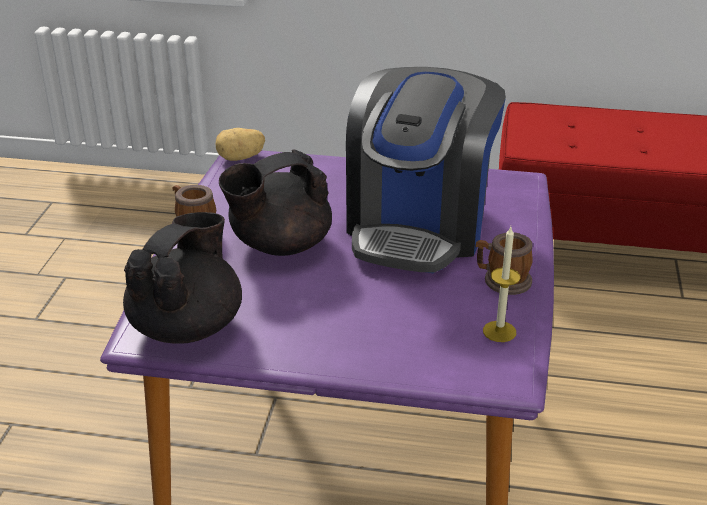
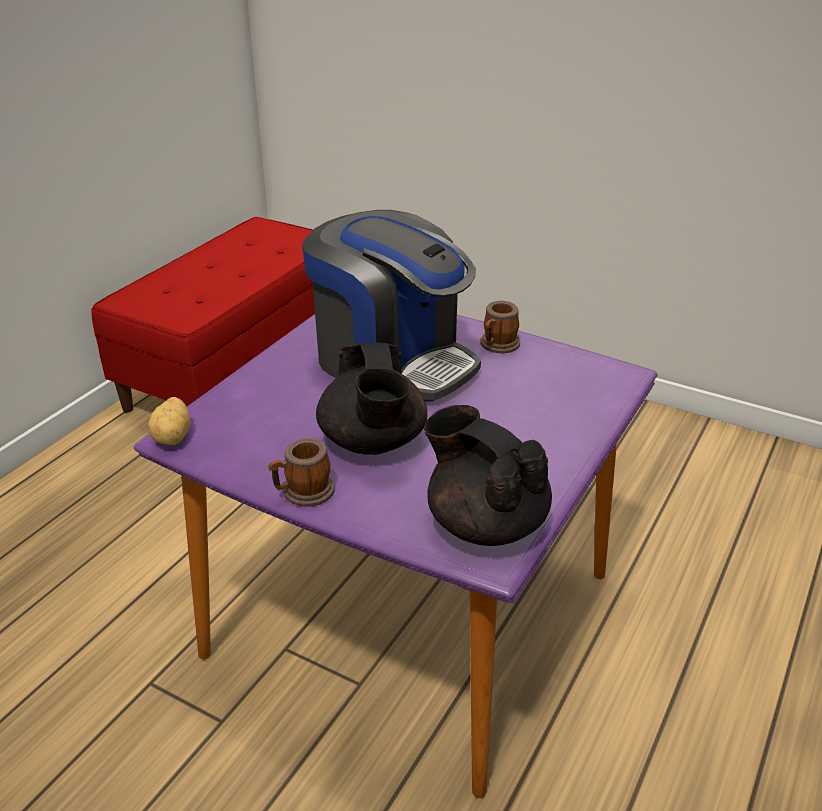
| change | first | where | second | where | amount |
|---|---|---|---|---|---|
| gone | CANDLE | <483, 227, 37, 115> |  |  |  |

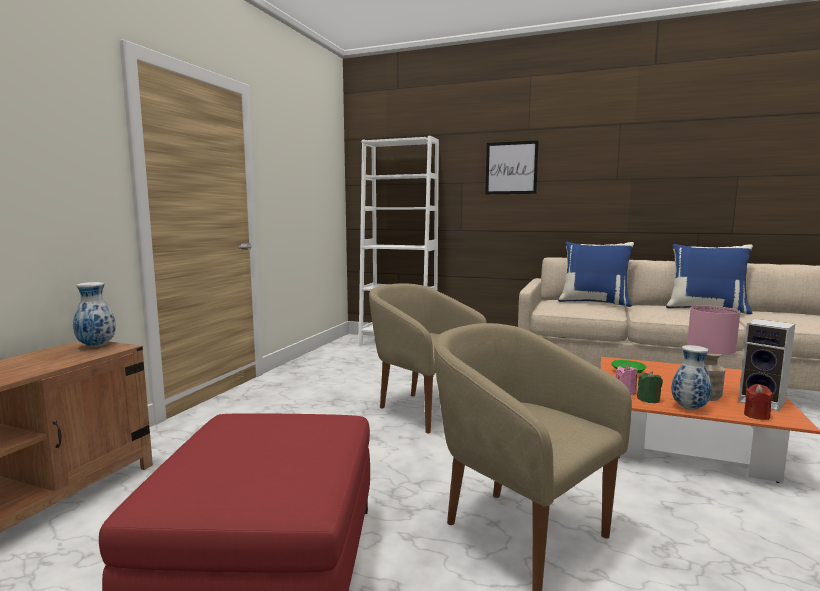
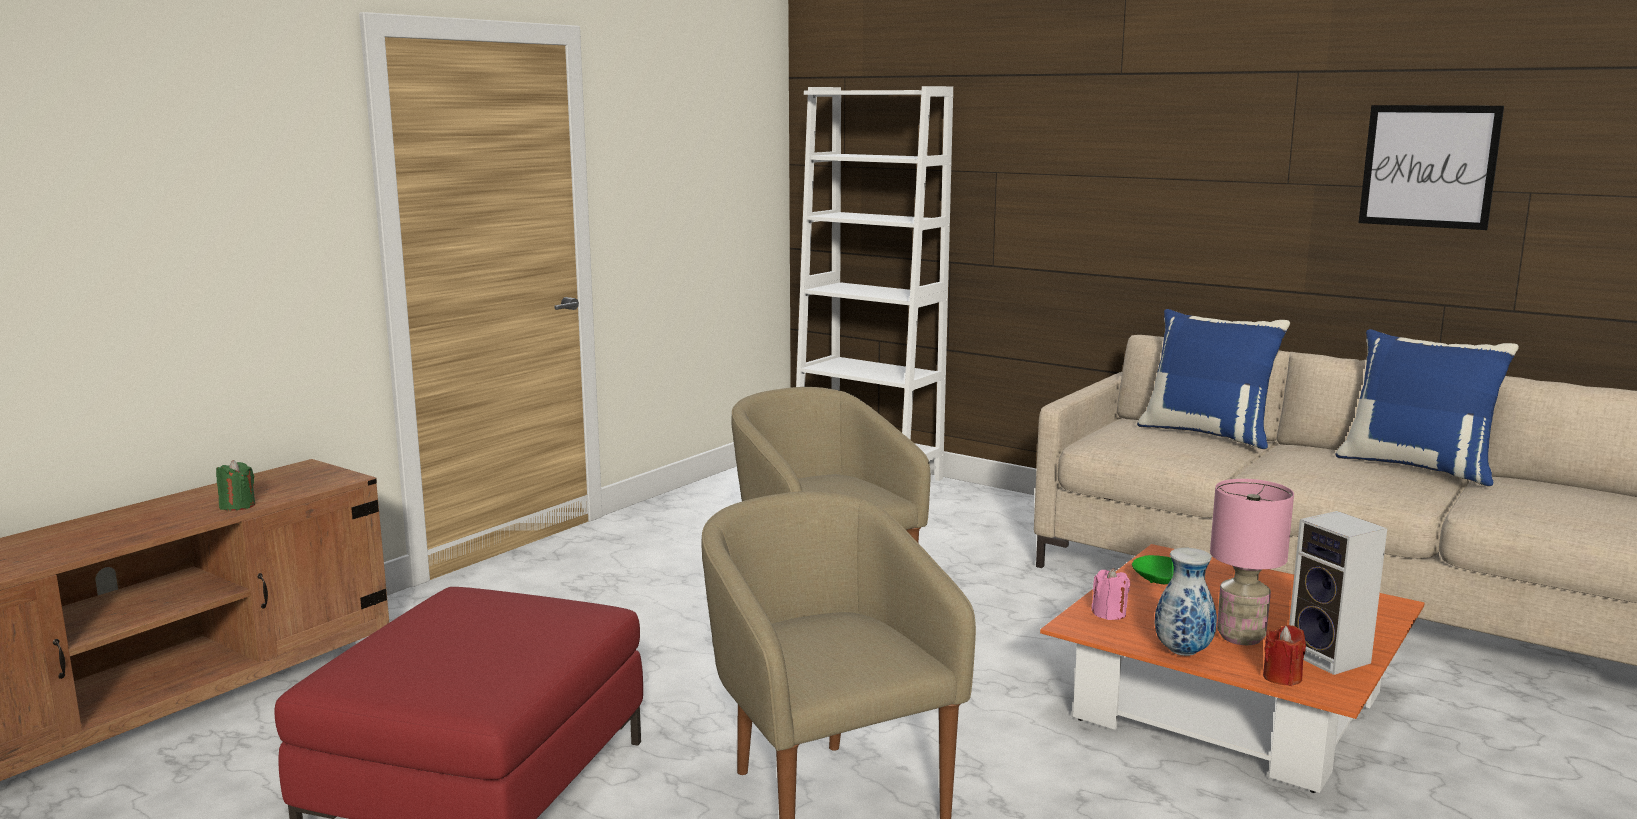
| change | first | where | second | where | amount |
|---|---|---|---|---|---|
| gone | VASE | <73, 282, 43, 65> |  |  |  |
| shifted | WALL ART | <485, 140, 54, 54> |  | <1359, 105, 145, 125> |  |
| shifted | GREENISH CANDLE | <637, 371, 26, 32> |  | <216, 460, 39, 51> |  |

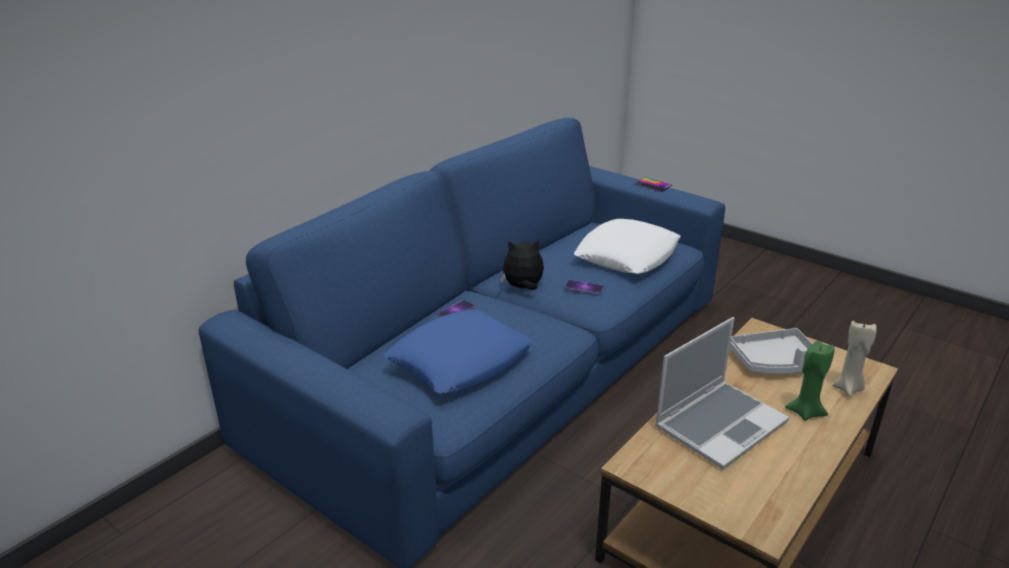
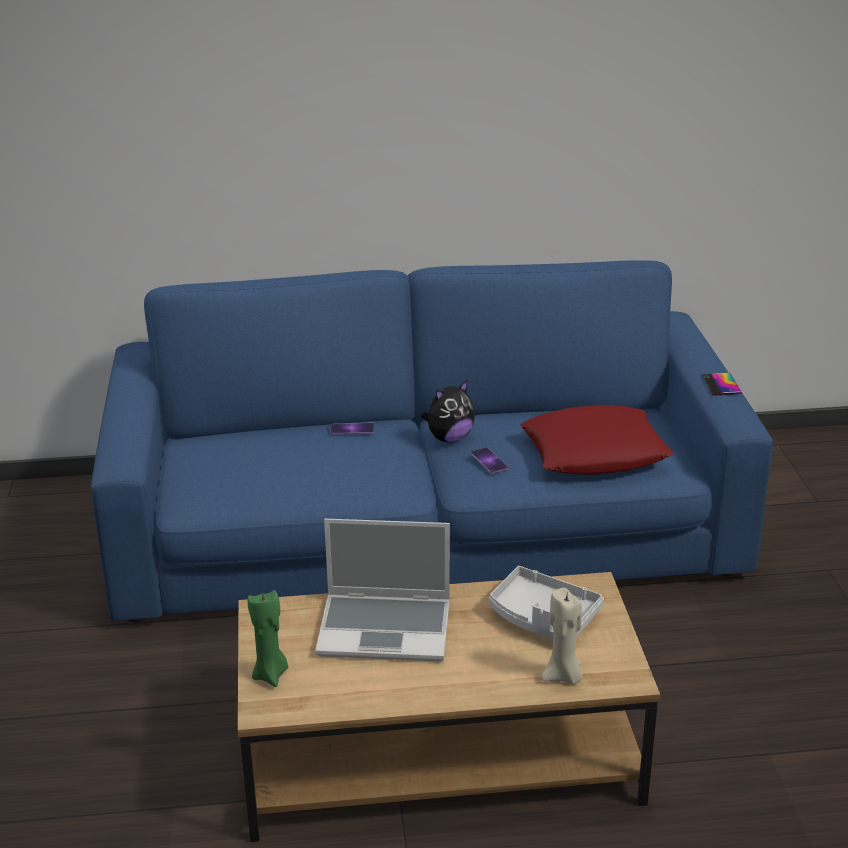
| change | first | where | second | where | amount |
|---|---|---|---|---|---|
| gone | BLUISH PILLOW | <384, 309, 149, 85> |  |  |  |
| shifted | GREENISH CANDLE | <785, 341, 50, 80> |  | <248, 590, 40, 97> |  |
| repainted | WHITE PILLOW | <574, 219, 106, 55> | RED PILLOW | <520, 405, 153, 70> |  |
| rotated | CUDDLY TOY | <501, 239, 43, 51> |  | <422, 380, 53, 63> | 105 degrees clockwise |

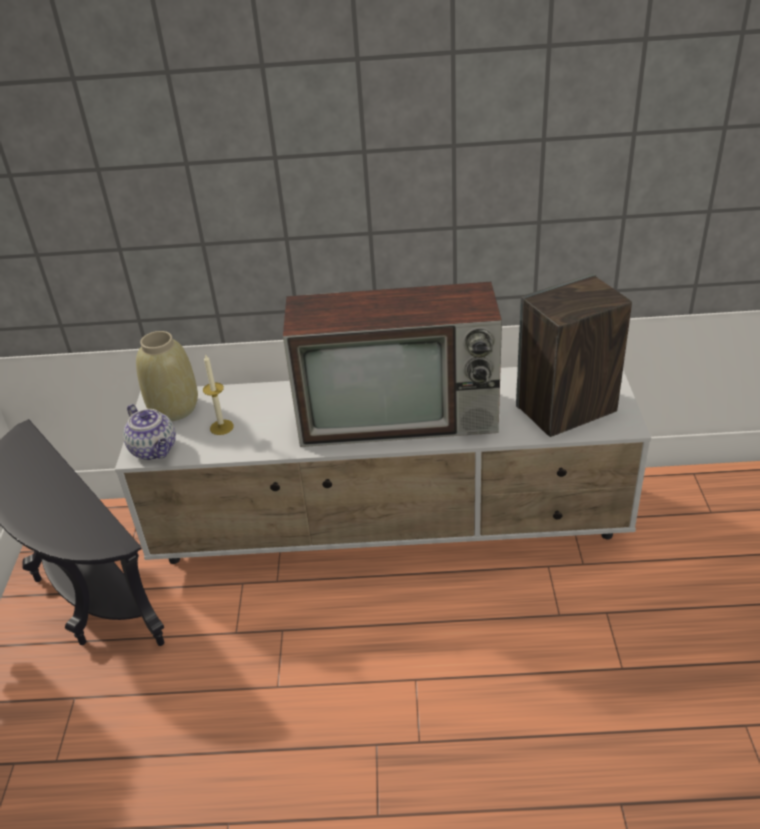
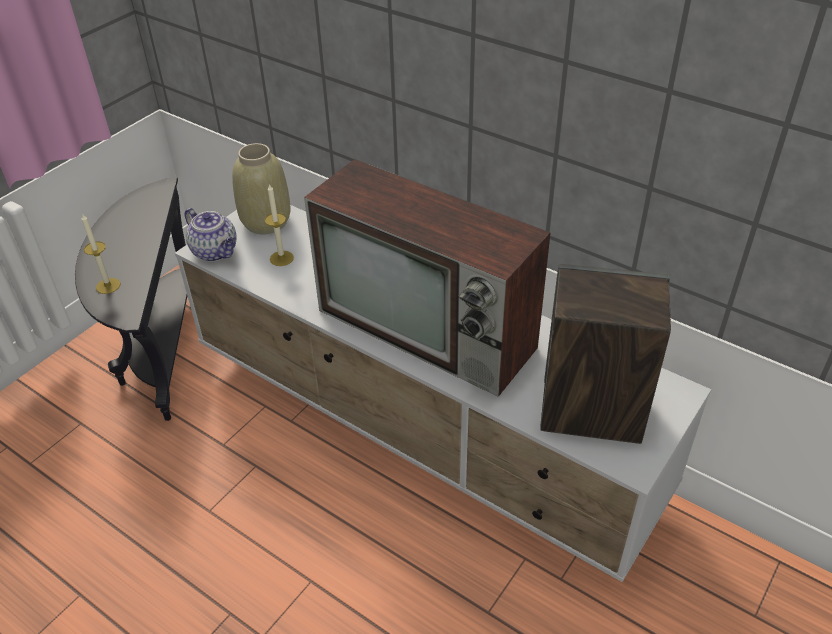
| change | first | where | second | where | amount |
|---|---|---|---|---|---|
| new |  |  | CANDLE | <82, 213, 38, 81> |  |
| rotated | TEA POT | <123, 404, 53, 56> |  | <185, 208, 52, 54> | 45 degrees counterclockwise |

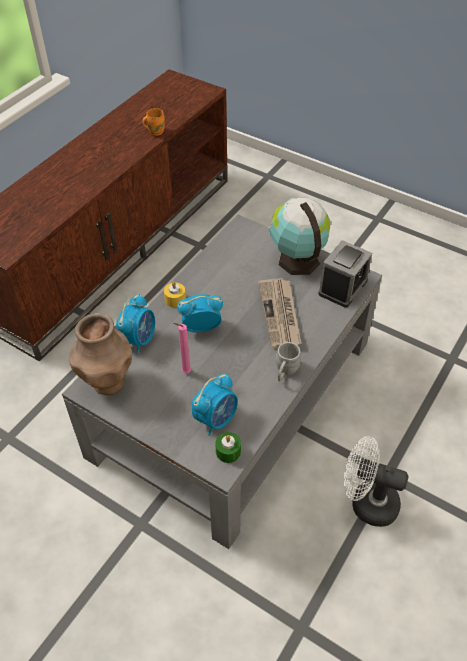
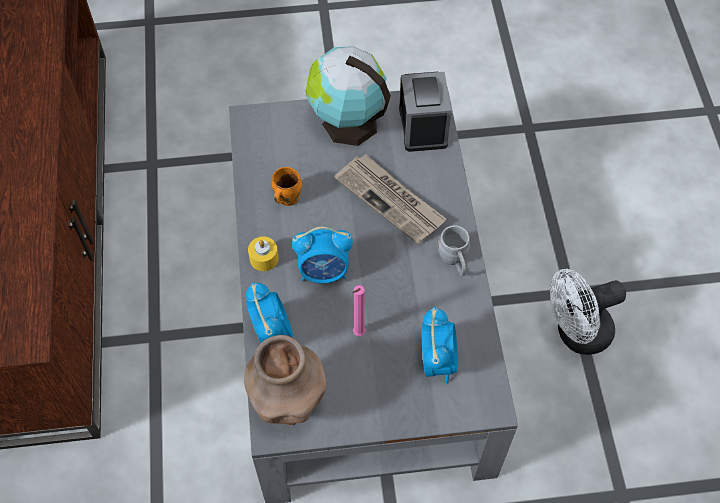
| change | first | where | second | where | amount |
|---|---|---|---|---|---|
| gone | GREENISH CANDLE | <215, 432, 26, 31> |  |  |  |
| shifted | ORANGE-COLOURED MUG | <142, 108, 23, 28> |  | <272, 167, 30, 39> |  |
| rotated | ALARM CLOCK | <177, 294, 46, 38> |  | <292, 227, 61, 56> | 135 degrees counterclockwise |

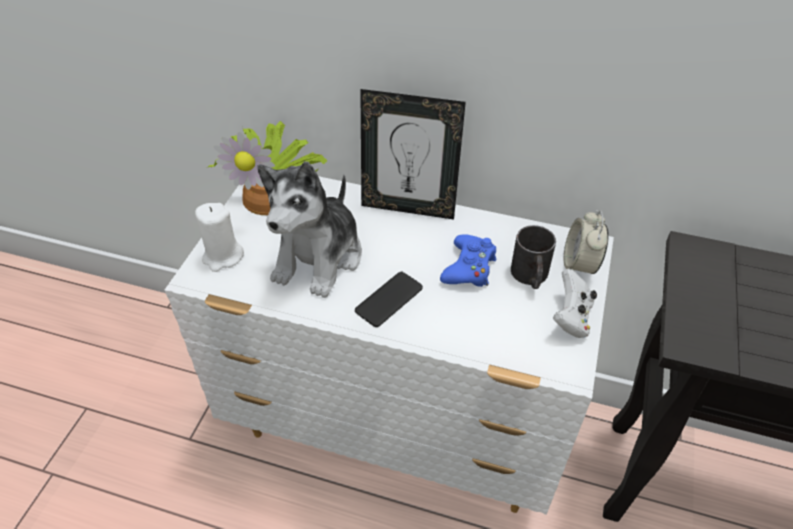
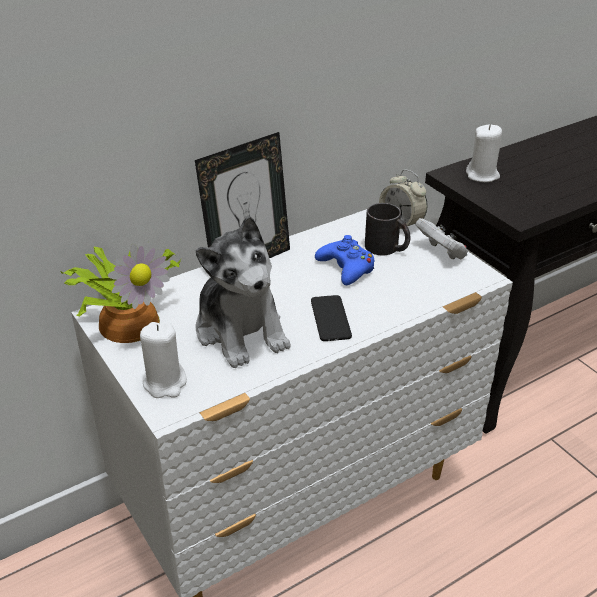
| change | first | where | second | where | amount |
|---|---|---|---|---|---|
| new |  |  | WHITE CANDLE | <466, 124, 36, 58> |  |

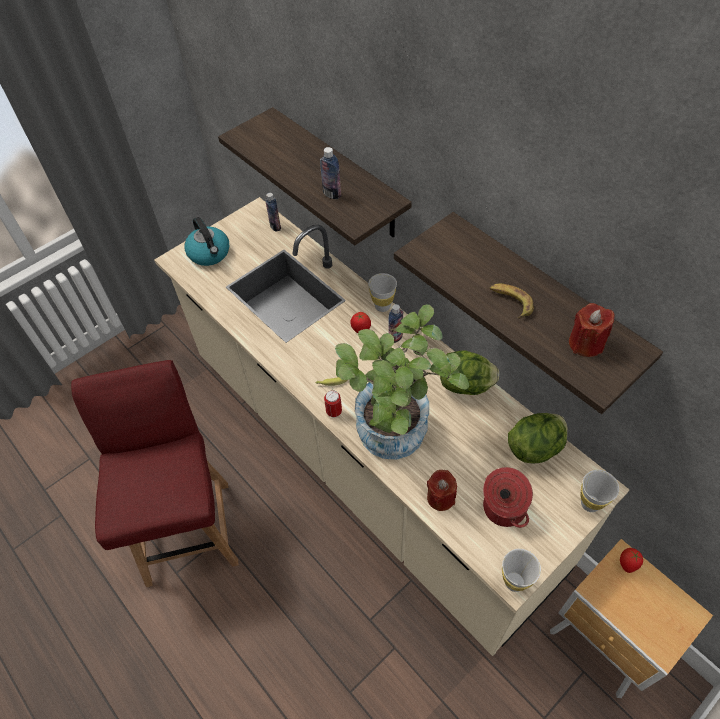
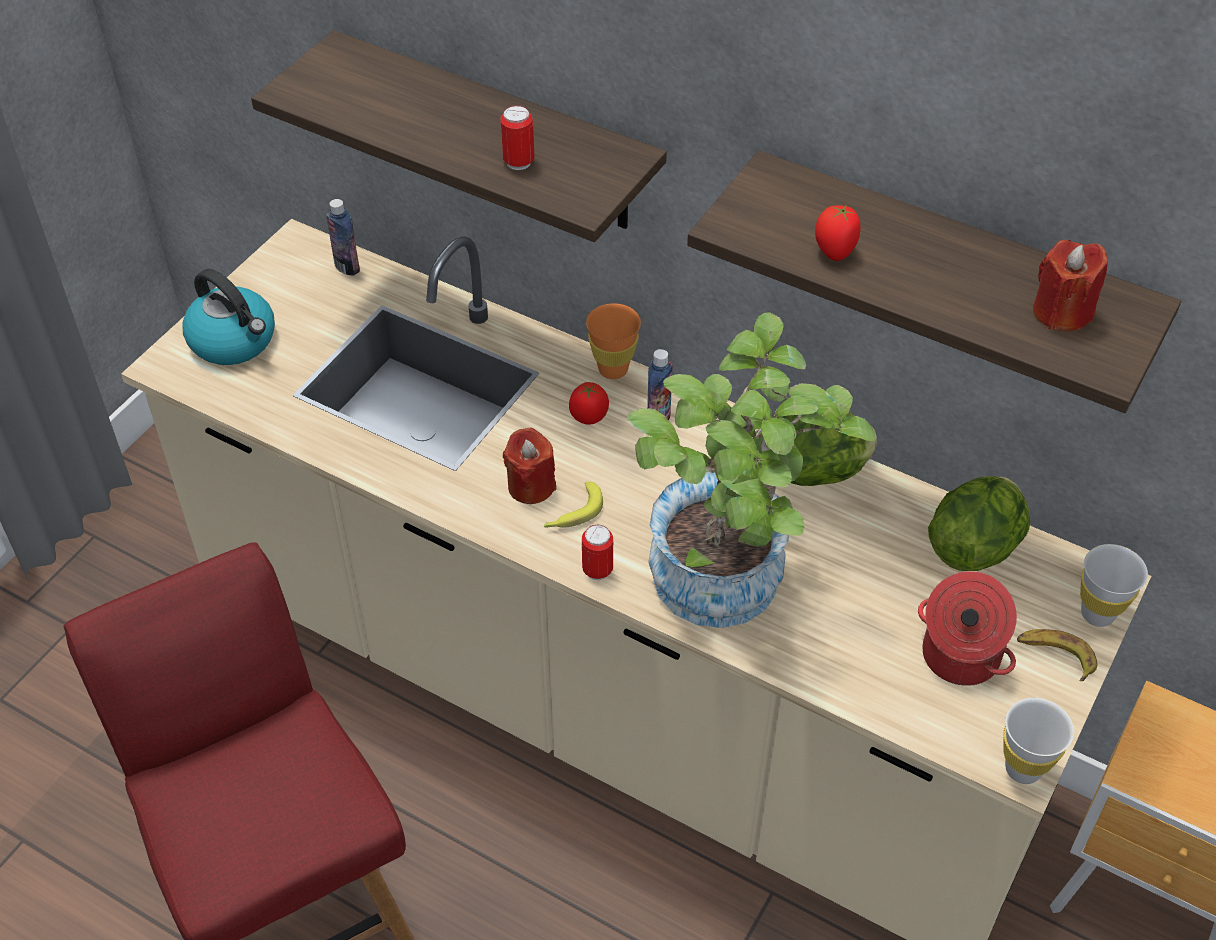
| change | first | where | second | where | amount |
|---|---|---|---|---|---|
| shifted | RED CANDLE | <427, 470, 30, 41> |  | <503, 428, 53, 76> |  |
| shifted | WHOLE BANANA | <490, 284, 44, 34> |  | <1017, 629, 80, 52> |  |
| shifted | TOMATO | <620, 548, 23, 25> |  | <815, 204, 45, 57> |  |
| swapped | DRINK BOTTLE | <320, 147, 21, 52> | METAL CAN | <500, 105, 34, 65> |  |
| repainted | WHITE SMALL CUP | <368, 273, 29, 39> | ORANGE-COLOURED SMALL CUP | <586, 303, 55, 76> |  |

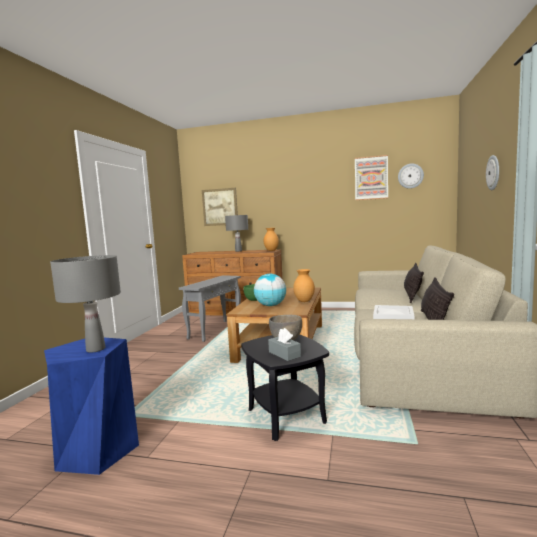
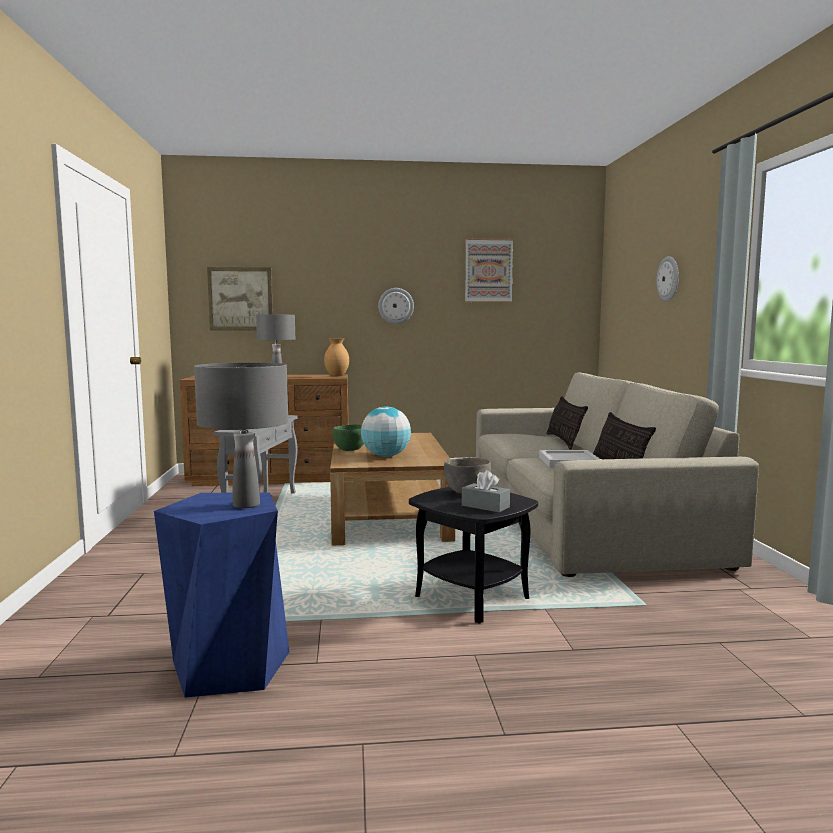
| change | first | where | second | where | amount |
|---|---|---|---|---|---|
| gone | BROWNISH VASE | <293, 269, 22, 33> |  |  |  |
| shifted | HANGING CLOCK | <398, 163, 26, 26> |  | <378, 288, 36, 36> |  |

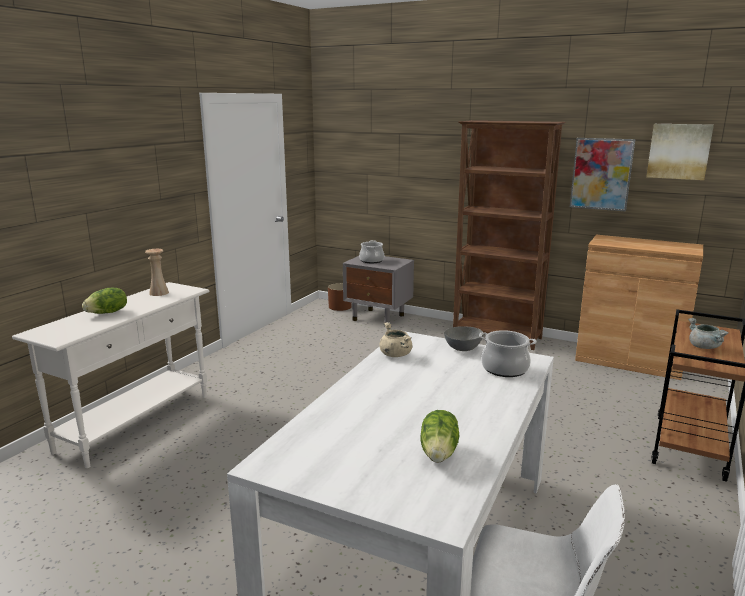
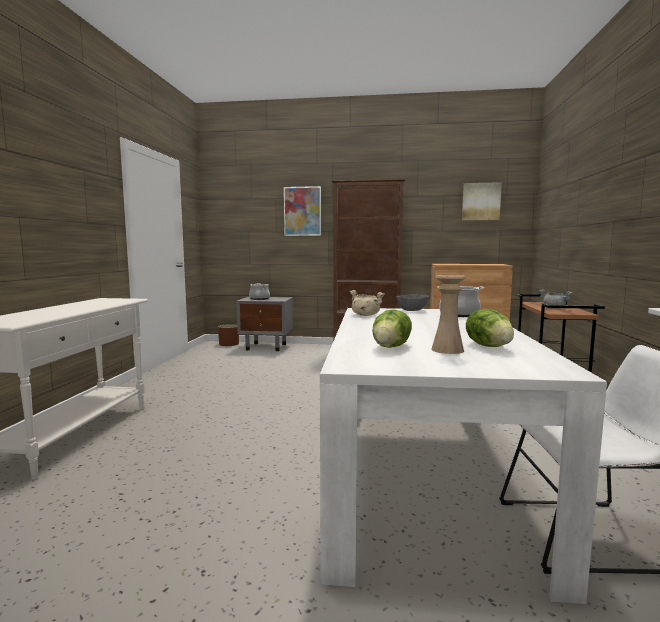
| change | first | where | second | where | amount |
|---|---|---|---|---|---|
| shifted | HEAD OF LETTUCE | <82, 288, 45, 26> |  | <372, 309, 40, 39> |  |
| shifted | SAND-COLOURED VASE | <145, 249, 24, 47> |  | <431, 275, 35, 79> |  |
| shifted | WALL ART | <570, 138, 65, 74> |  | <284, 186, 37, 50> |  |

